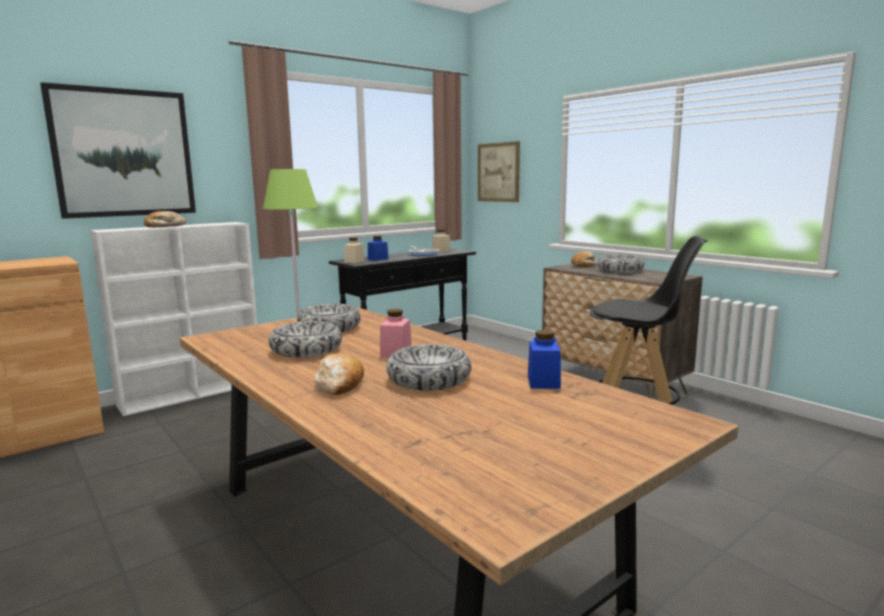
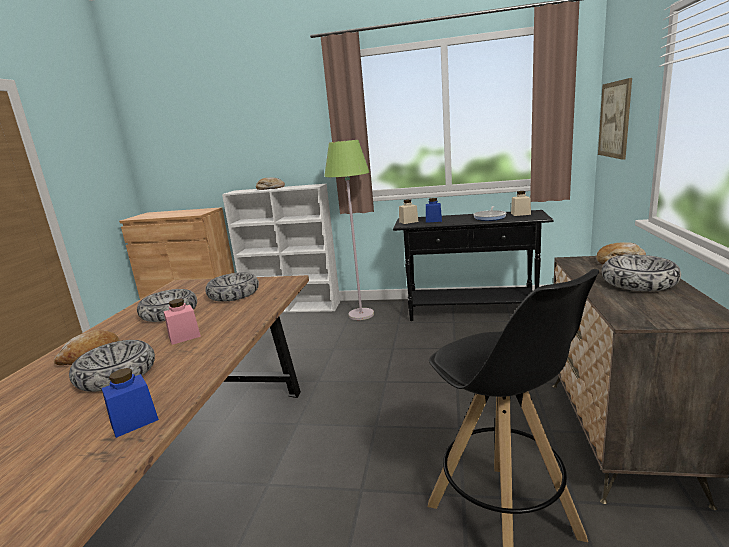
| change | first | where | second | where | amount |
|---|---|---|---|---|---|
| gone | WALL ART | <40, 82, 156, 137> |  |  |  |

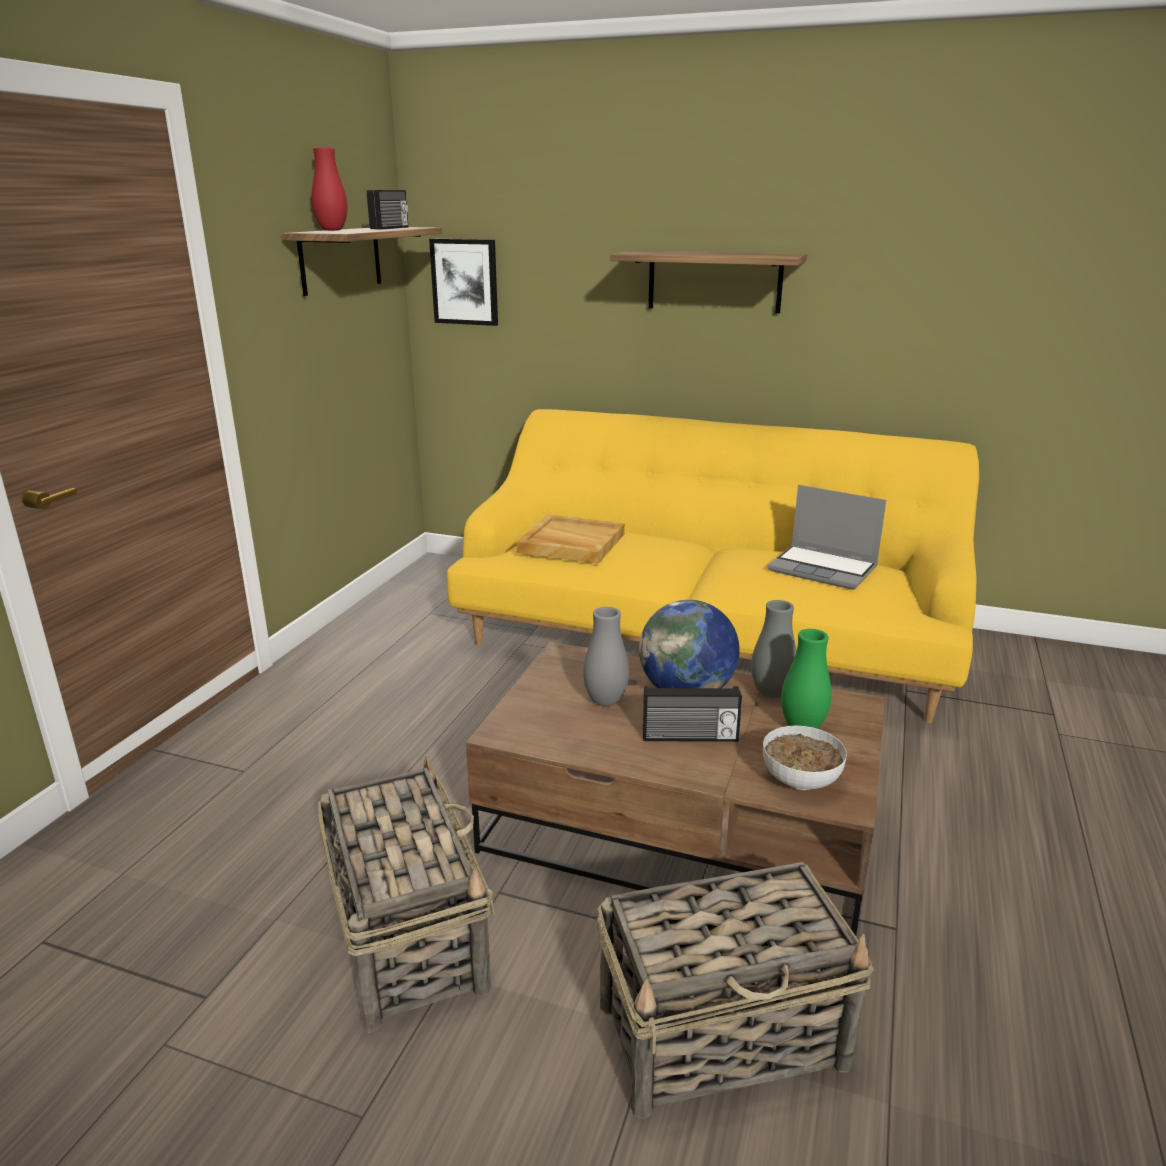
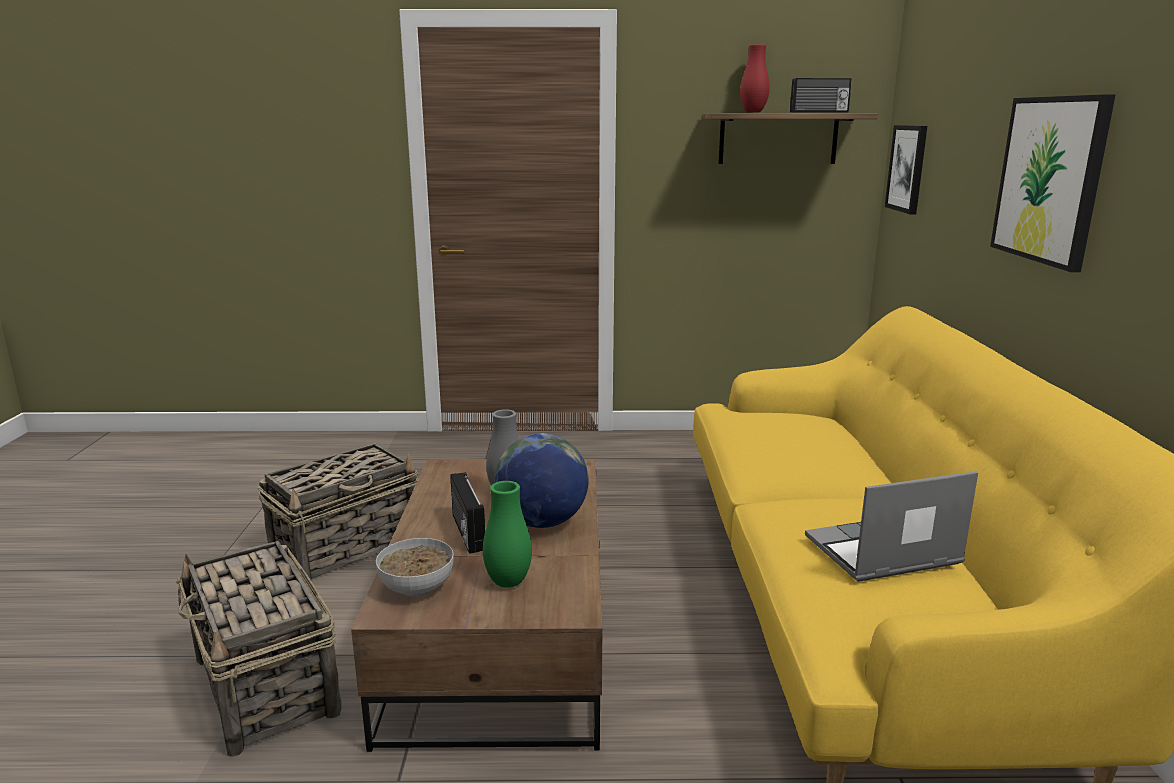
| change | first | where | second | where | amount |
|---|---|---|---|---|---|
| gone | SAND-COLOURED TRAY | <516, 514, 109, 50> |  |  |  |
| gone | GRAY VASE | <751, 600, 46, 98> |  |  |  |
| swapped | SHELF | <610, 250, 197, 64> | WALL ART | <990, 94, 126, 178> |  |
| rotated | NOTEBOOK COMPUTER | <767, 485, 119, 105> |  | <805, 471, 173, 111> | 60 degrees clockwise |

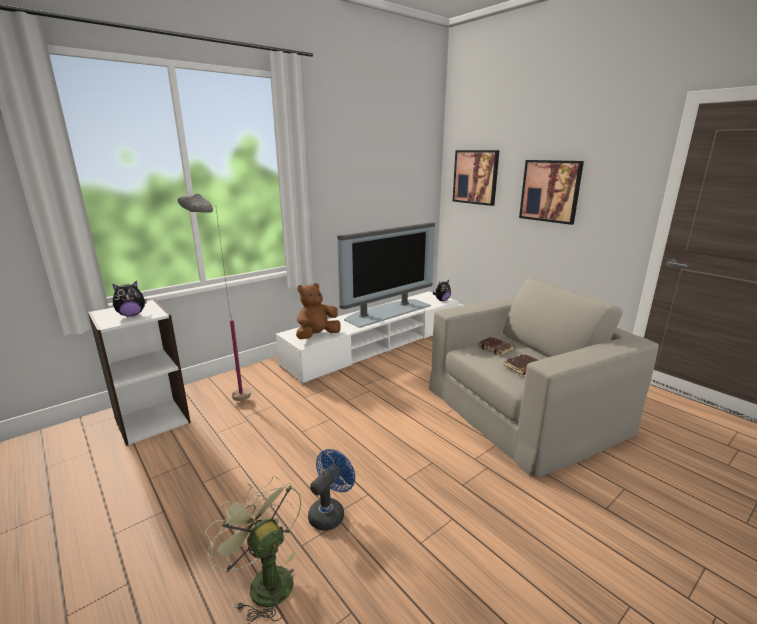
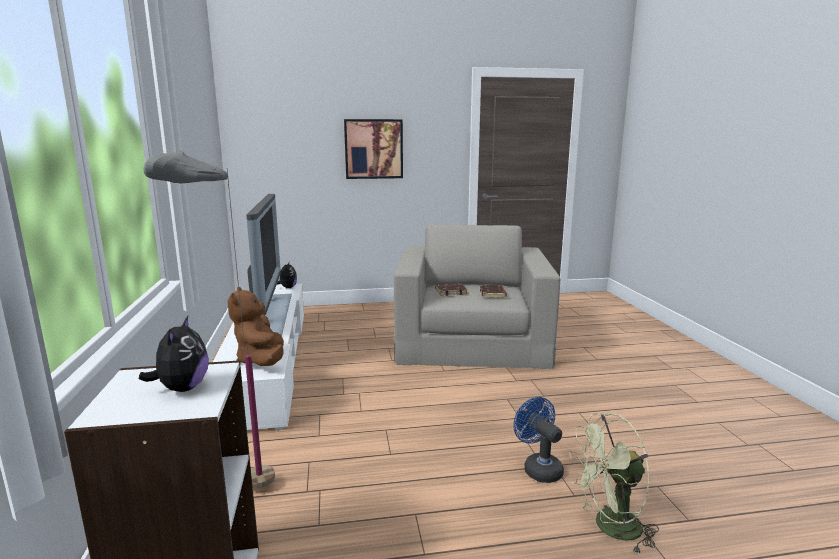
| change | first | where | second | where | amount |
|---|---|---|---|---|---|
| gone | WALL ART | <453, 150, 46, 56> |  |  |  |

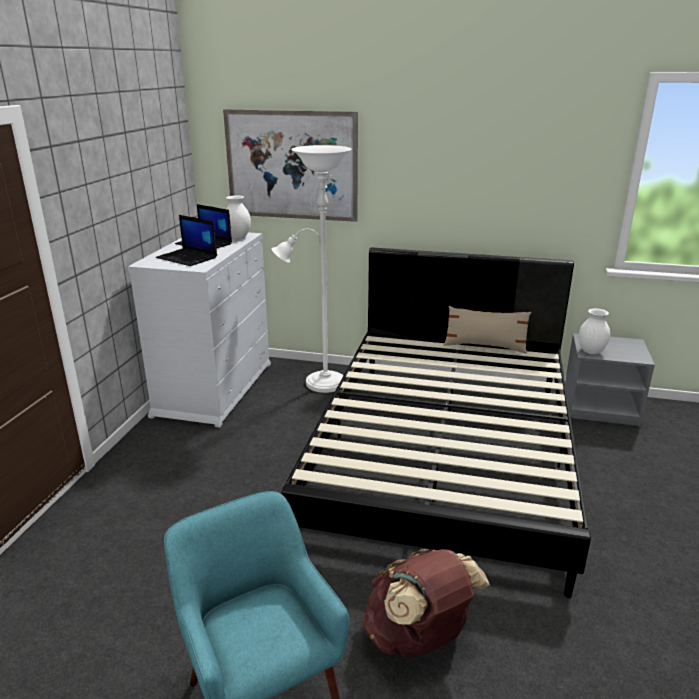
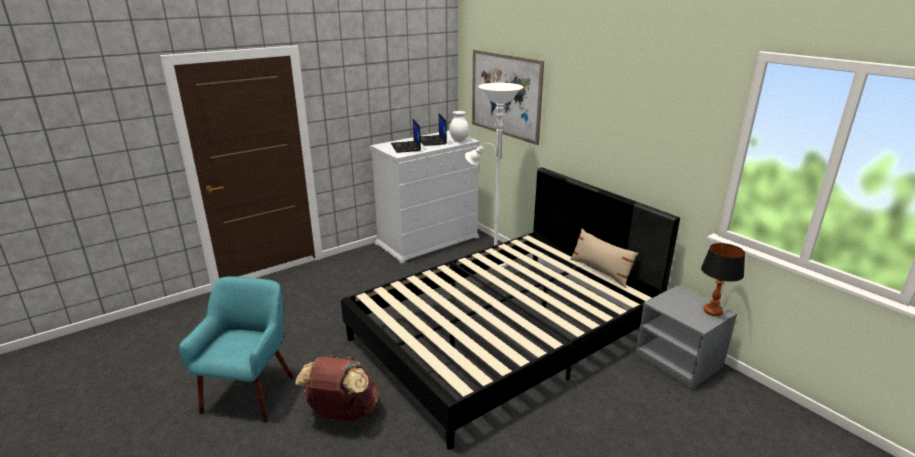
| change | first | where | second | where | amount |
|---|---|---|---|---|---|
| gone | WHITE VASE | <579, 308, 31, 46> |  |  |  |
| new |  |  | TABLE LAMP | <701, 243, 44, 73> |  |

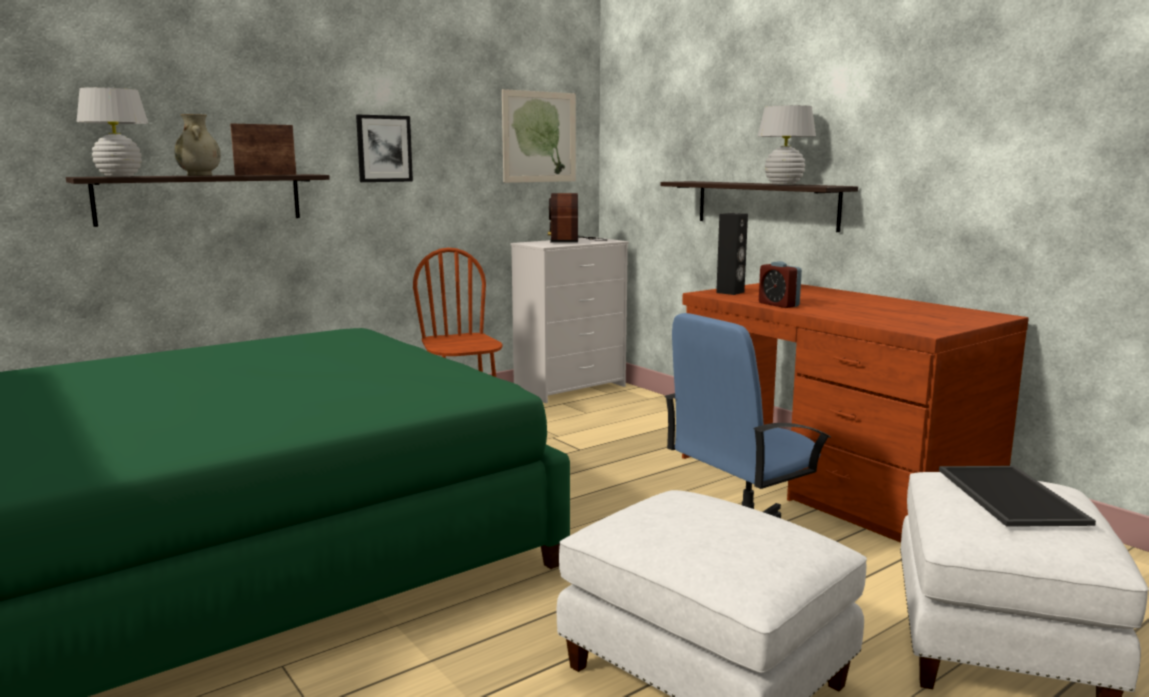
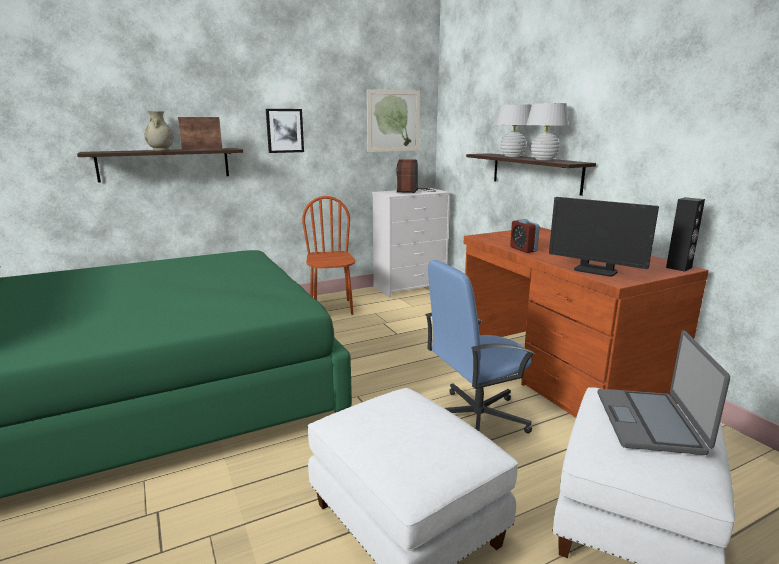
| change | first | where | second | where | amount |
|---|---|---|---|---|---|
| new |  |  | COMPUTER DISPLAY | <549, 197, 110, 80> |  |
| shifted | WHITE TABLE LAMP | <77, 87, 71, 90> |  | <496, 104, 36, 53> |  |
| shifted | BLACKISH LOUDSPEAKER | <716, 213, 32, 82> |  | <666, 197, 39, 75> |  |
| swapped | TRAY | <939, 466, 157, 61> | NOTEBOOK COMPUTER | <598, 330, 132, 125> |  |

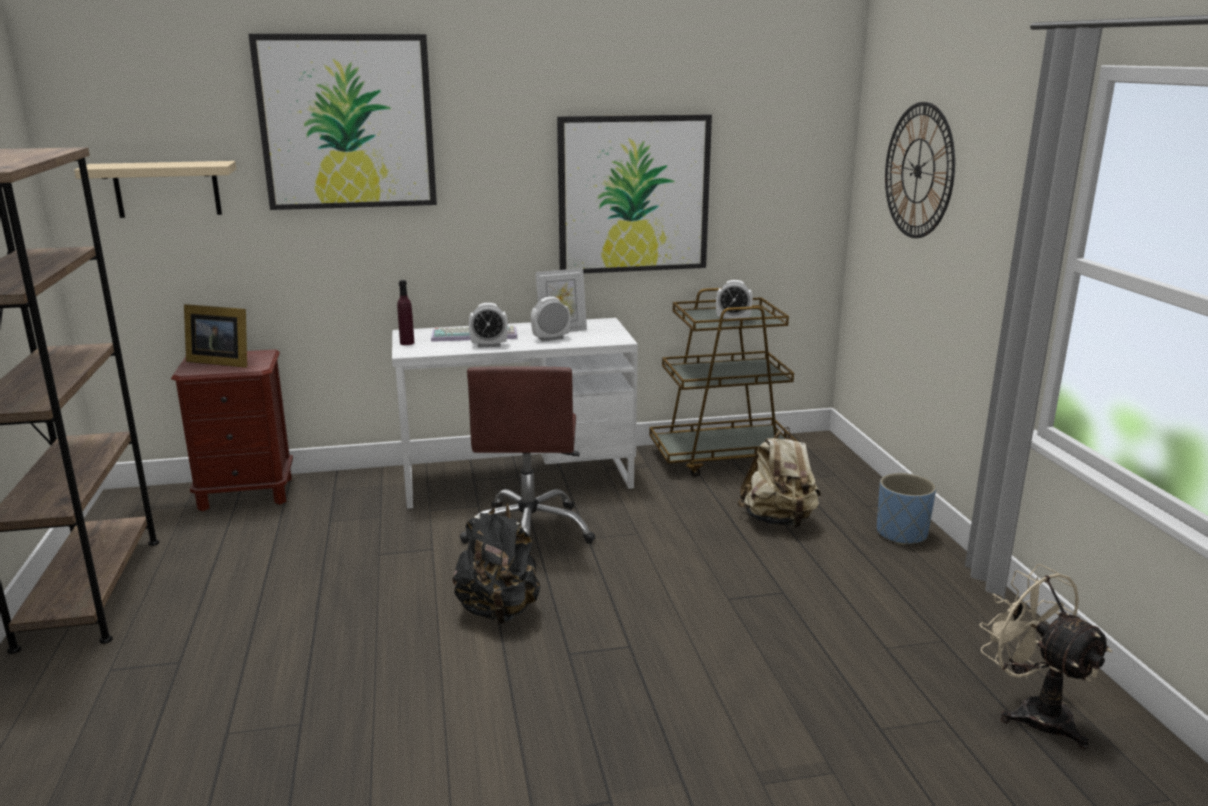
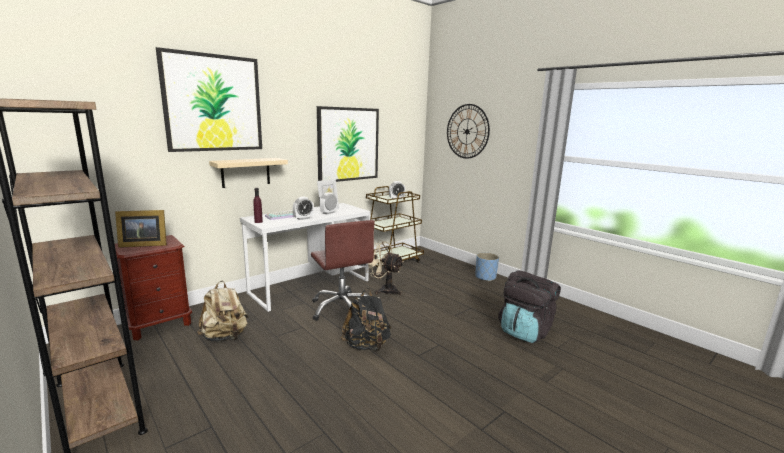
| change | first | where | second | where | amount |
|---|---|---|---|---|---|
| new |  |  | BLACKISH RUCKSACK | <498, 270, 63, 73> |  |
| shifted | SAND-COLOURED SHELF | <74, 161, 162, 57> |  | <209, 158, 79, 30> |  |
| shifted | SAND-COLOURED RUCKSACK | <737, 427, 84, 101> |  | <197, 281, 51, 61> |  |
| shifted | SAND-COLOURED FAN | <979, 564, 133, 185> |  | <366, 240, 38, 55> |  |

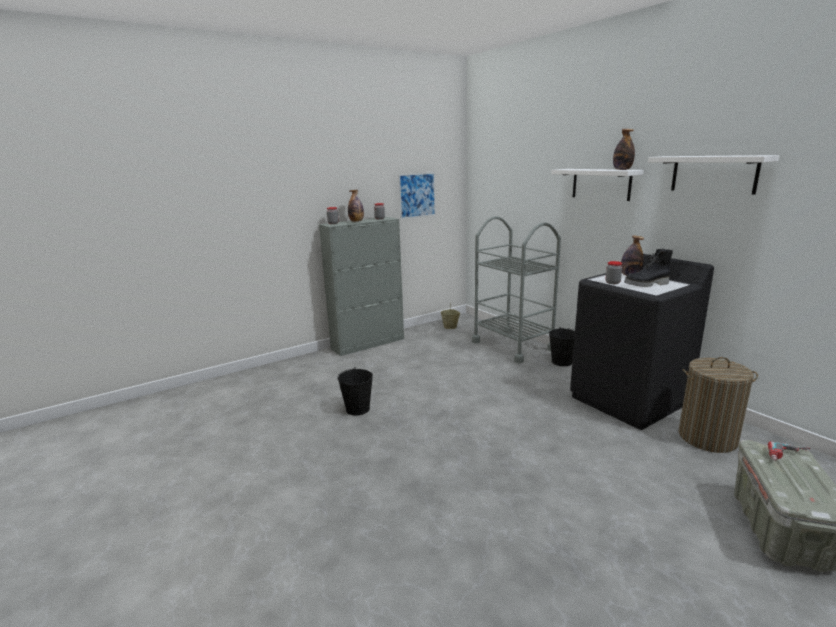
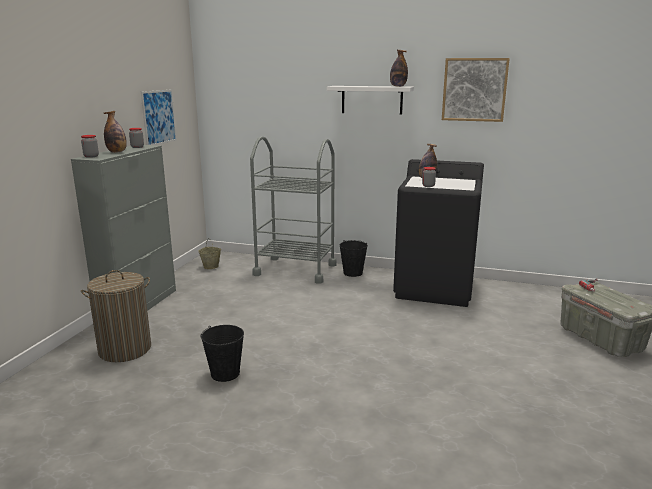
| change | first | where | second | where | amount |
|---|---|---|---|---|---|
| gone | BLACKISH TALL BOOT | <624, 249, 49, 38> |  |  |  |
| shifted | HAMPER | <678, 357, 80, 96> |  | <81, 270, 70, 92> |  |
| swapped | WHITE SHELF | <648, 155, 131, 40> | WALL ART | <442, 58, 68, 64> |  |

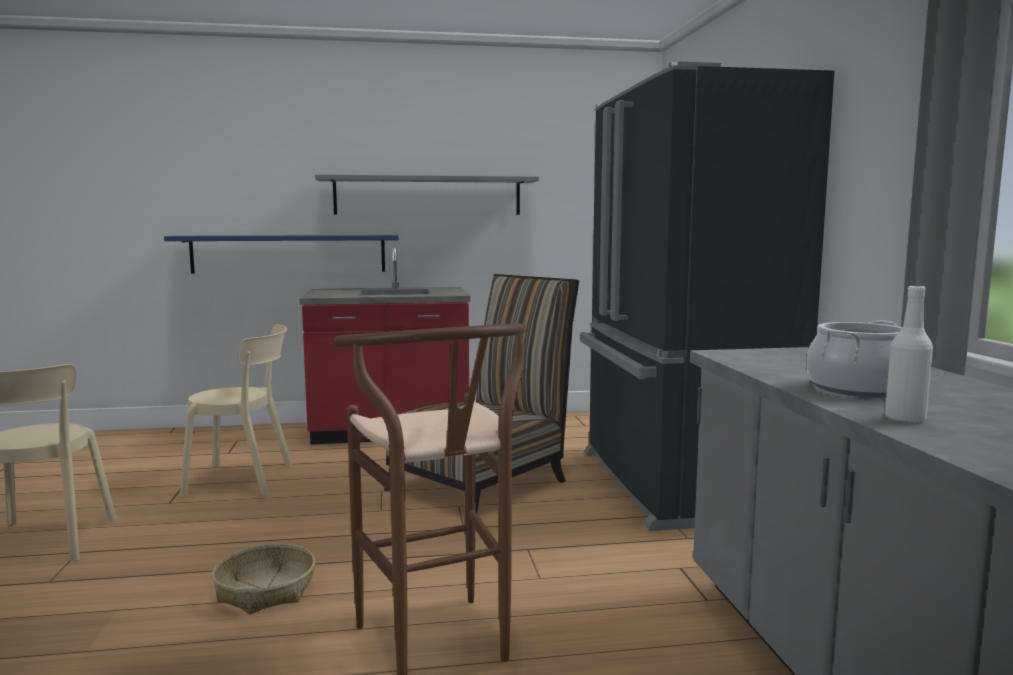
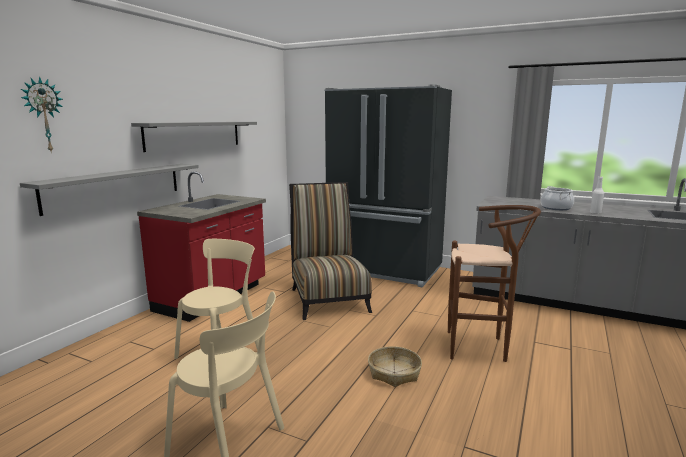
| change | first | where | second | where | amount |
|---|---|---|---|---|---|
| new |  |  | HANGING CLOCK | <20, 76, 43, 77> |  |
| repainted | BLUISH SHELF | <164, 235, 234, 39> | GRAY SHELF | <20, 164, 179, 52> |  |

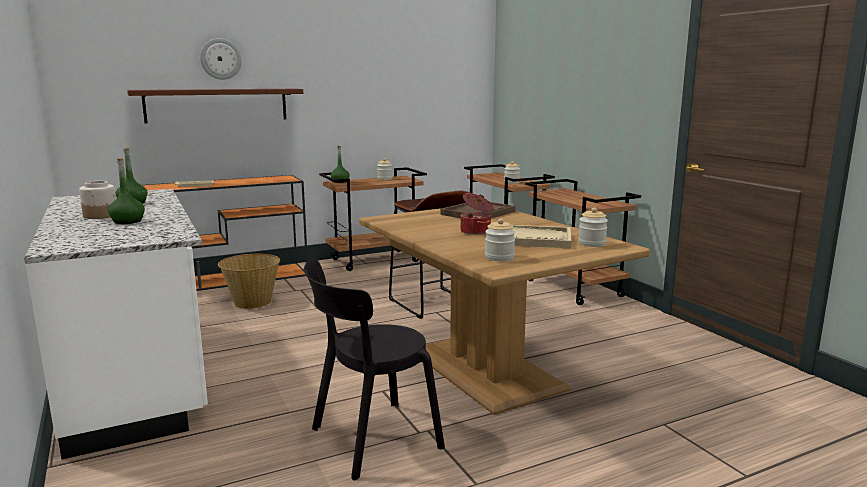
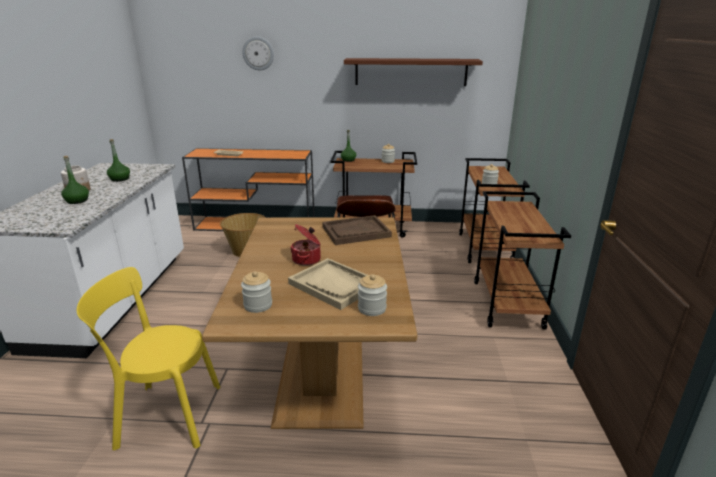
| change | first | where | second | where | amount |
|---|---|---|---|---|---|
| shifted | BROWNISH SHELF | <127, 89, 176, 34> |  | <344, 58, 139, 28> |  |
| repainted | BLACKISH CHAIR | <304, 259, 141, 221> | YELLOW-COLOURED CHAIR | <77, 267, 143, 183> |  |

